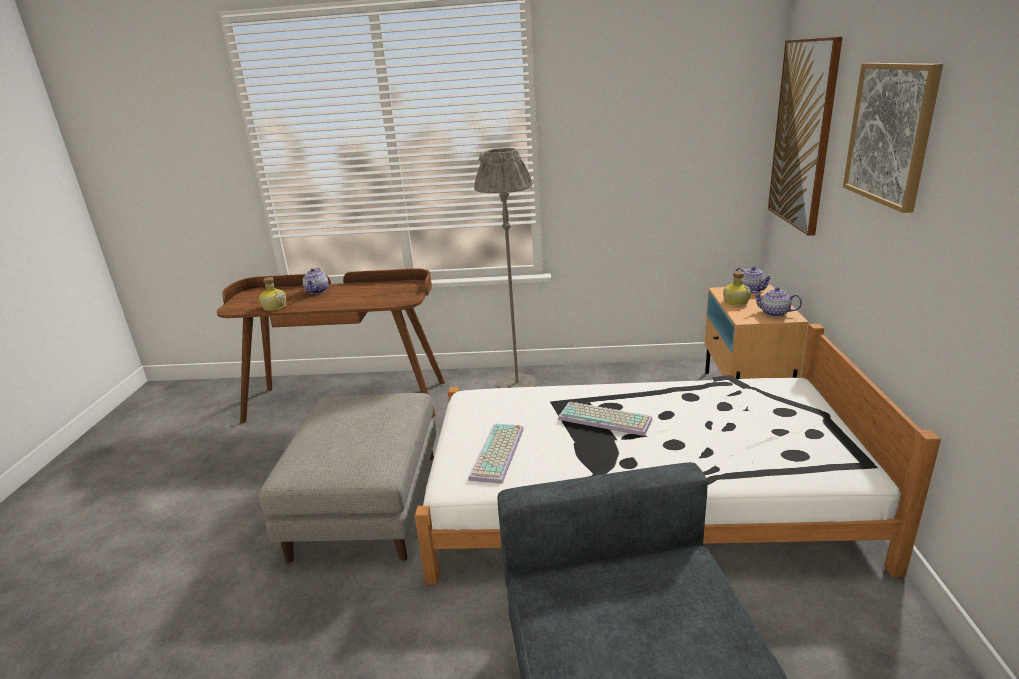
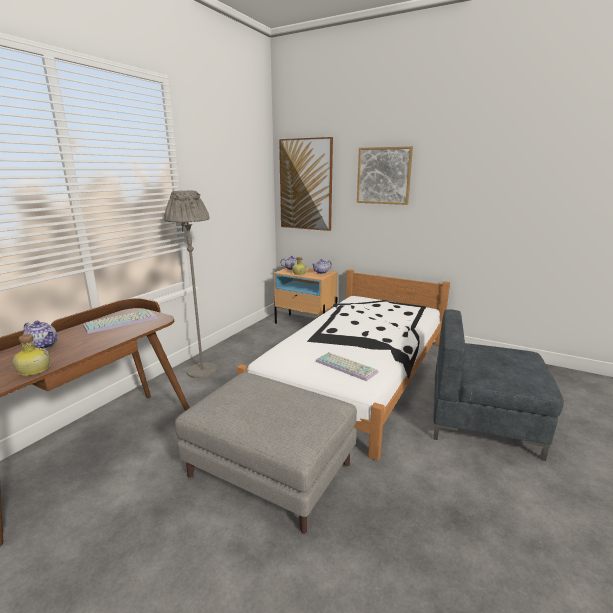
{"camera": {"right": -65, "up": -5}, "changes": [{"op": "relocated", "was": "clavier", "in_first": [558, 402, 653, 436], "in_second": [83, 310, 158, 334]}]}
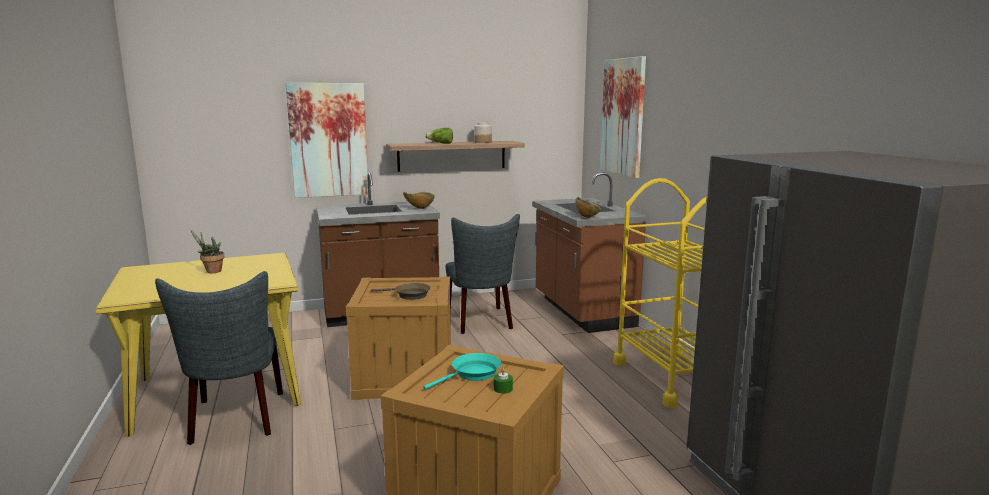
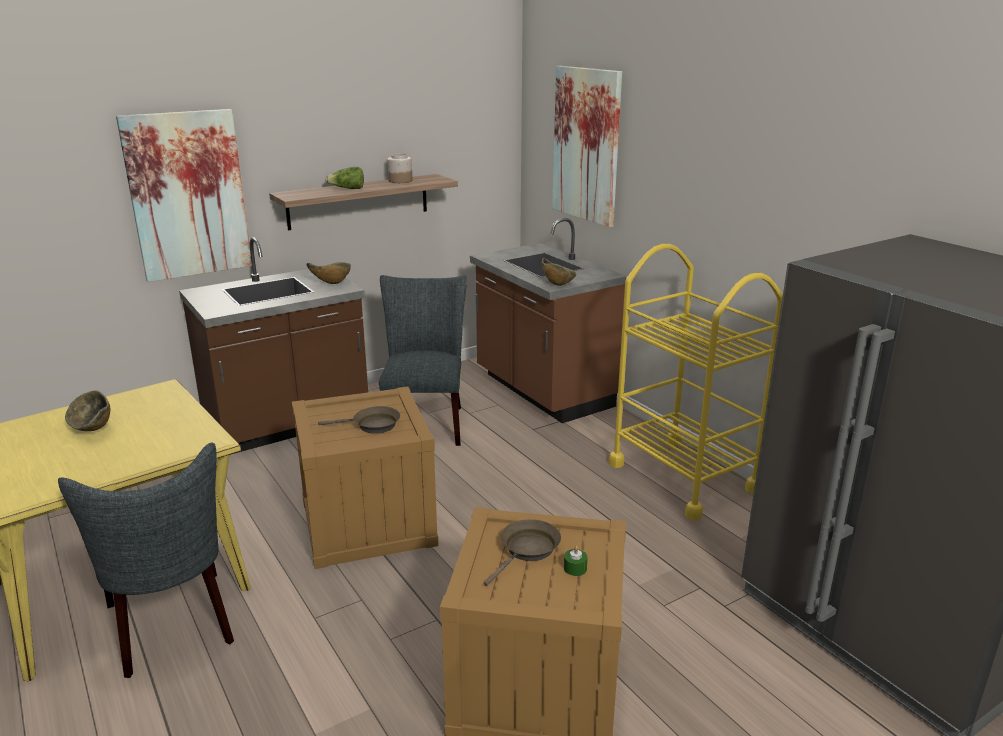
{"camera": {"right": -15, "up": 10}, "changes": [{"op": "exchanged", "was": "plante en pot", "now": "bol", "in_first": [191, 230, 224, 273], "in_second": [65, 390, 111, 431]}, {"op": "colour", "was": "poêle (turquoise)", "now": "poêle (marron)", "in_first": [424, 353, 501, 390], "in_second": [484, 519, 561, 586]}, {"op": "spun", "was": "chaise (gris)", "in_first": [446, 214, 520, 334], "in_second": [379, 275, 467, 446], "clockwise": -150}]}
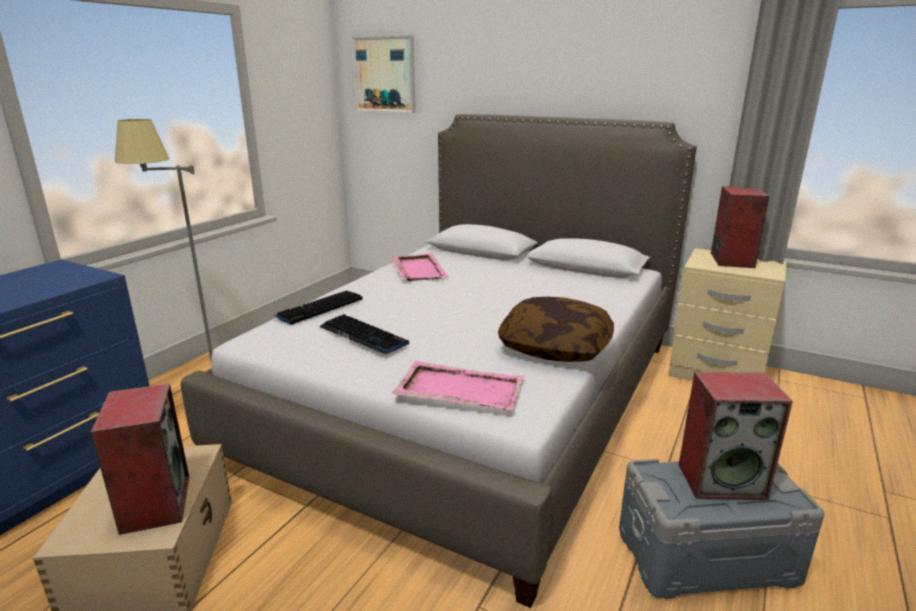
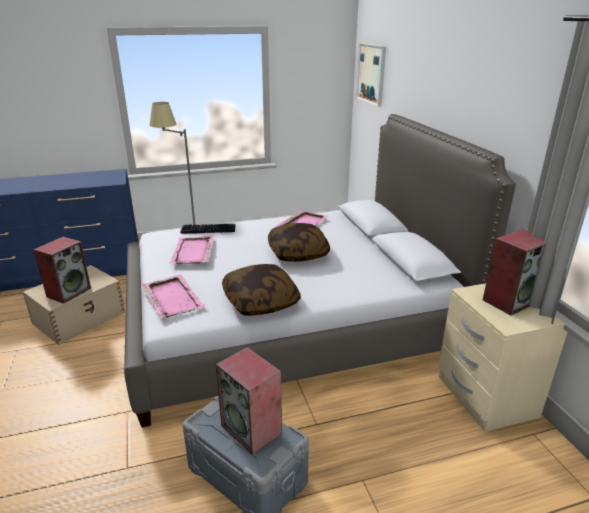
{"camera": {"right": 45, "up": 5}, "changes": [{"op": "exchanged", "was": "clavier", "now": "plateau (rose)", "in_first": [320, 314, 409, 354], "in_second": [170, 236, 214, 263]}, {"op": "appeared", "now": "coussin", "in_second": [268, 223, 330, 262]}]}
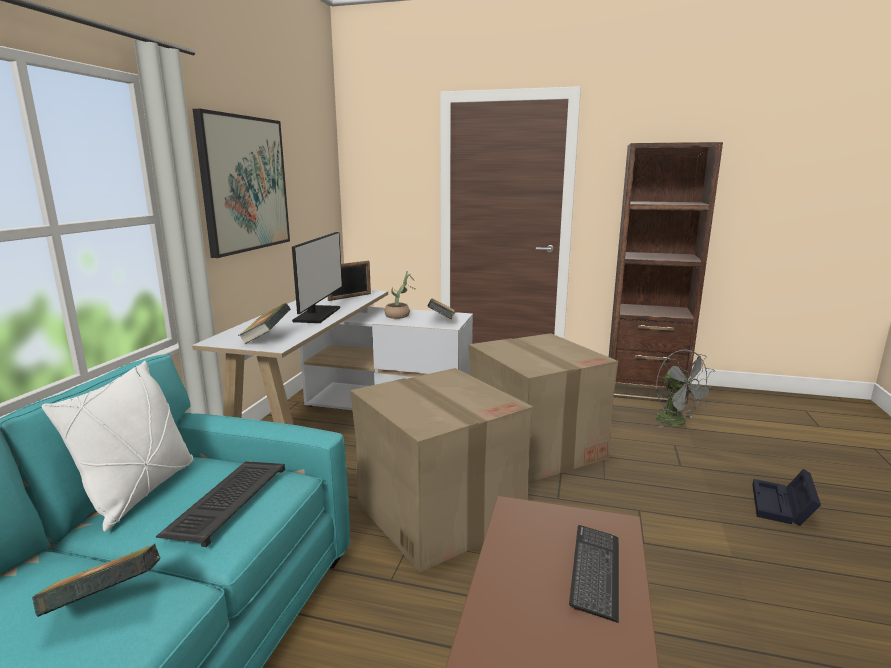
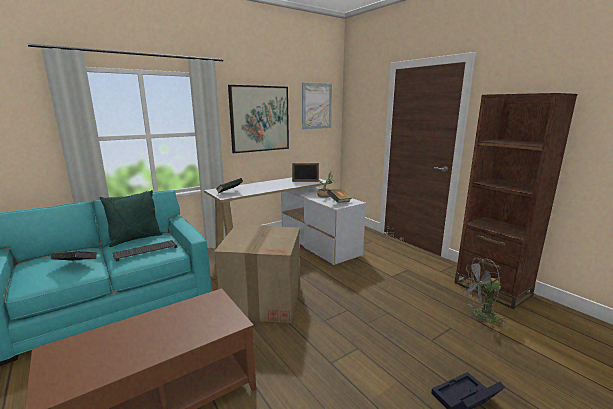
{"camera": {"right": 40, "up": 0}, "changes": [{"op": "colour", "was": "coussin (blanc)", "now": "coussin (vert)", "in_first": [42, 361, 194, 532], "in_second": [100, 190, 162, 247]}, {"op": "missing", "was": "écran d'ordinateur", "in_first": [292, 232, 342, 323]}, {"op": "missing", "was": "carton", "in_first": [469, 333, 618, 483]}, {"op": "missing", "was": "clavier", "in_first": [569, 525, 619, 623]}, {"op": "spun", "was": "ventilateur (gris)", "in_first": [656, 349, 715, 428], "in_second": [462, 258, 508, 328], "clockwise": 75}, {"op": "appeared", "now": "tableau", "in_second": [302, 83, 332, 129]}]}
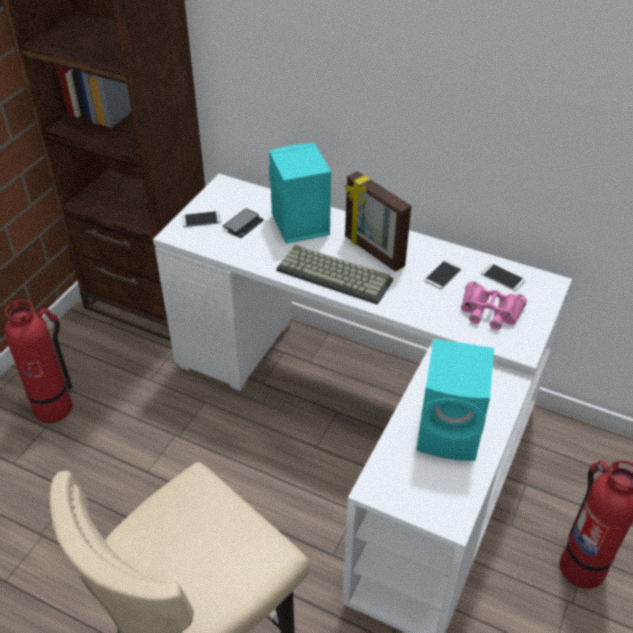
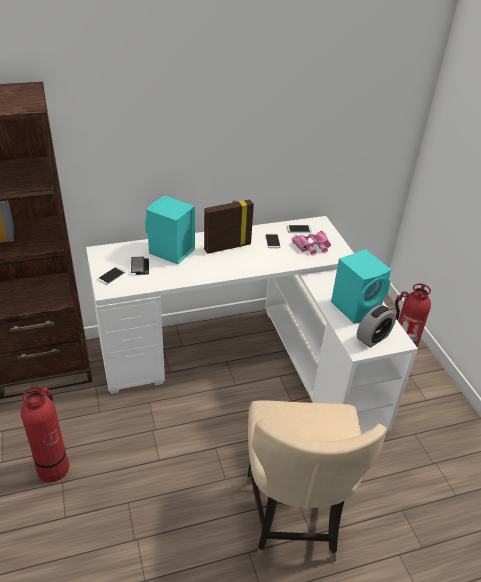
{"camera": {"right": -45, "up": -5}, "changes": [{"op": "missing", "was": "clavier", "in_first": [276, 245, 393, 305]}, {"op": "spun", "was": "cadre photo", "in_first": [345, 171, 411, 272], "in_second": [204, 200, 254, 254], "clockwise": 150}, {"op": "appeared", "now": "réveil", "in_second": [357, 305, 396, 348]}]}
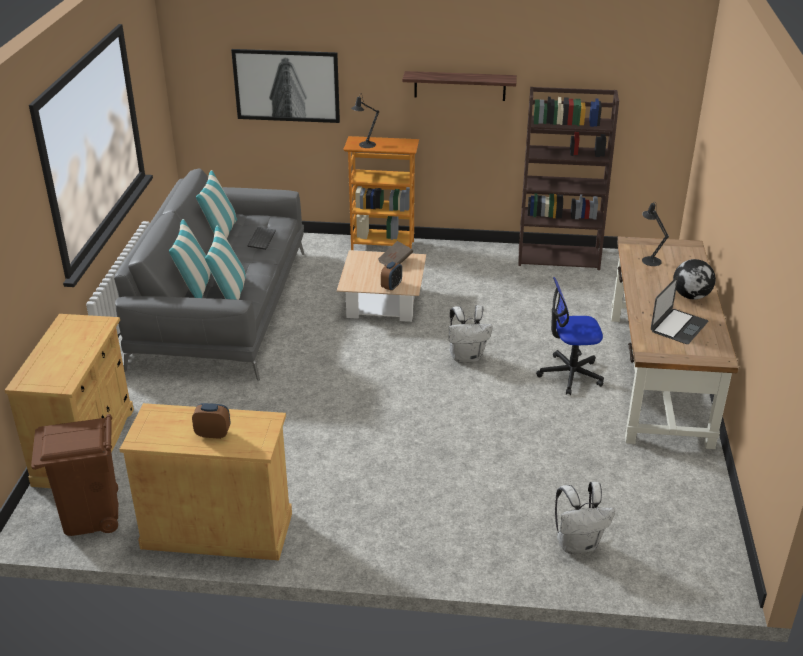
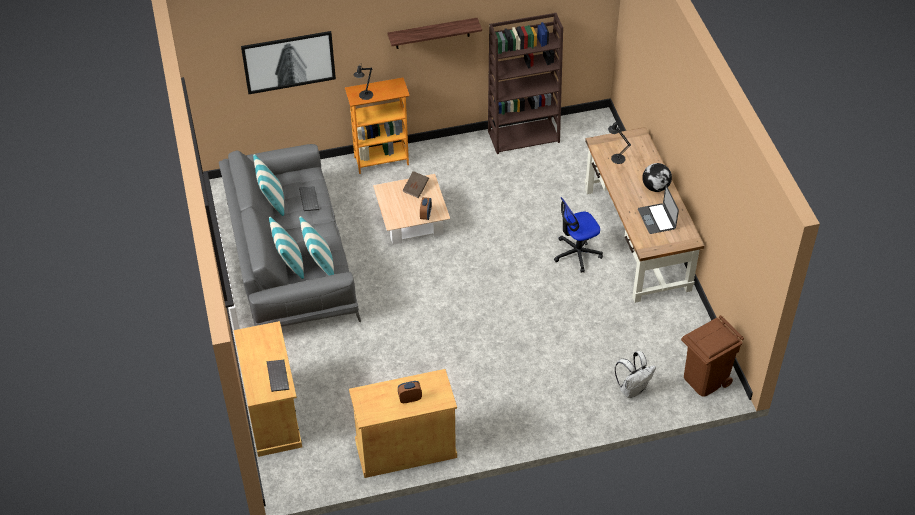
{"camera": {"right": -20, "up": 15}, "changes": [{"op": "relocated", "was": "poubelle (marron)", "in_first": [31, 414, 118, 536], "in_second": [681, 315, 744, 397]}, {"op": "missing", "was": "sac à dos (blanc)", "in_first": [449, 305, 493, 363]}, {"op": "spun", "was": "ordinateur portable", "in_first": [651, 276, 708, 344], "in_second": [638, 185, 679, 234], "clockwise": 150}, {"op": "appeared", "now": "clavier", "in_second": [267, 360, 289, 392]}]}
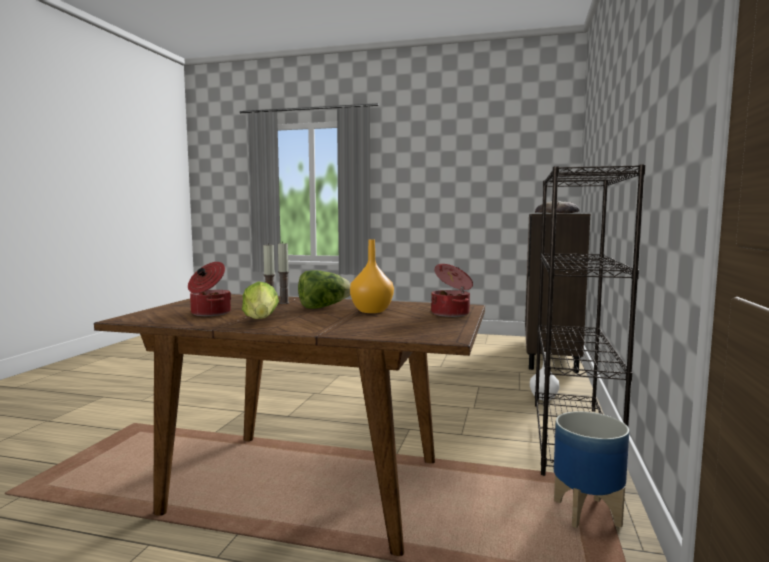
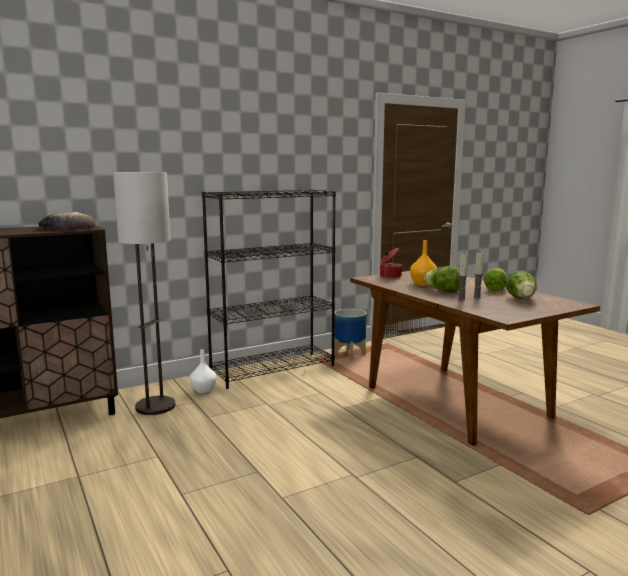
{"camera": {"right": -135, "up": 5}, "changes": [{"op": "exchanged", "was": "marmite", "now": "laitue", "in_first": [188, 262, 231, 316], "in_second": [506, 271, 537, 299]}, {"op": "appeared", "now": "lampadaire", "in_second": [113, 172, 175, 415]}]}
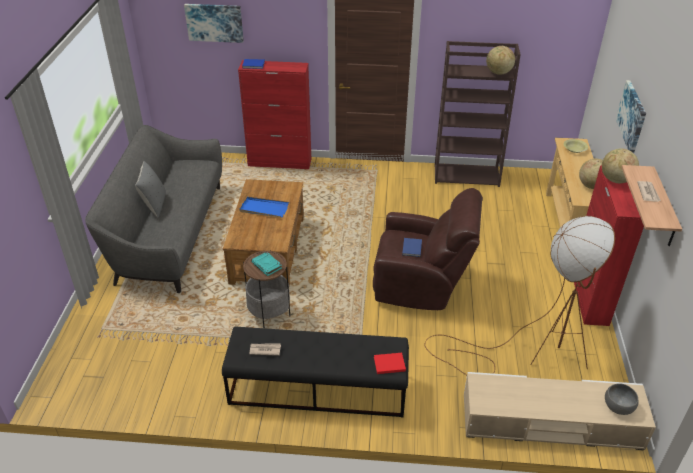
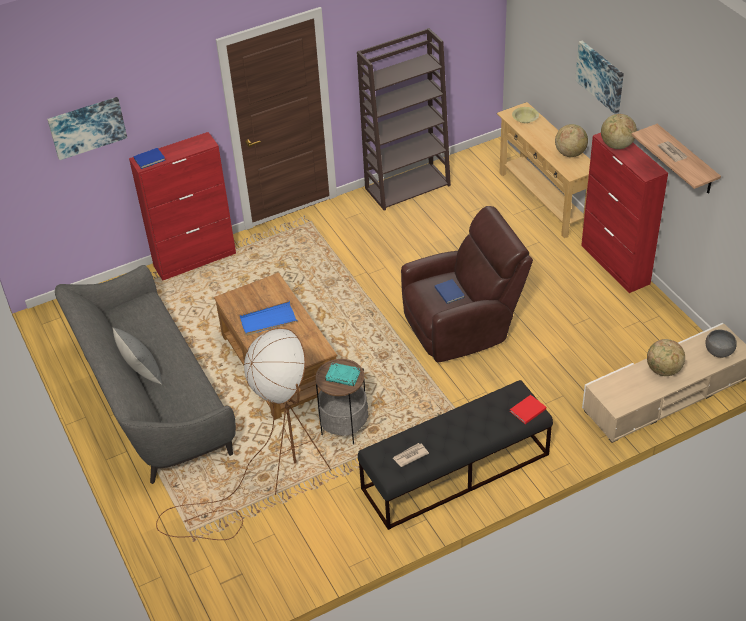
{"camera": {"right": -30, "up": 5}, "changes": [{"op": "relocated", "was": "lampadaire (marron)", "in_first": [424, 216, 615, 375], "in_second": [156, 328, 332, 540]}, {"op": "relocated", "was": "globe", "in_first": [486, 46, 515, 75], "in_second": [647, 339, 685, 376]}]}
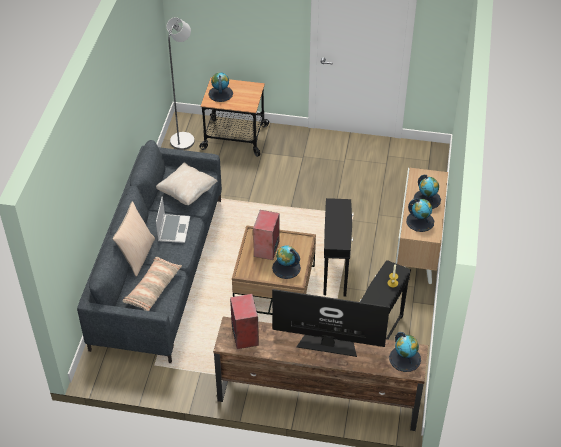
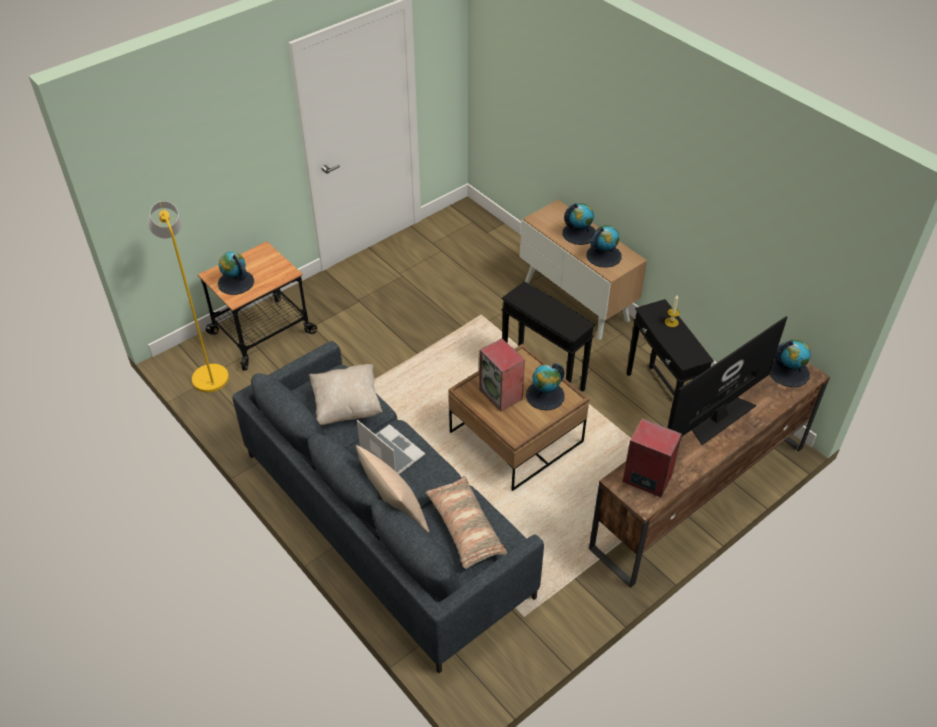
{"camera": {"right": -50, "up": 0}, "changes": [{"op": "colour", "was": "lampadaire (gris)", "now": "lampadaire (jaune)", "in_first": [167, 17, 195, 150], "in_second": [148, 201, 229, 392]}]}
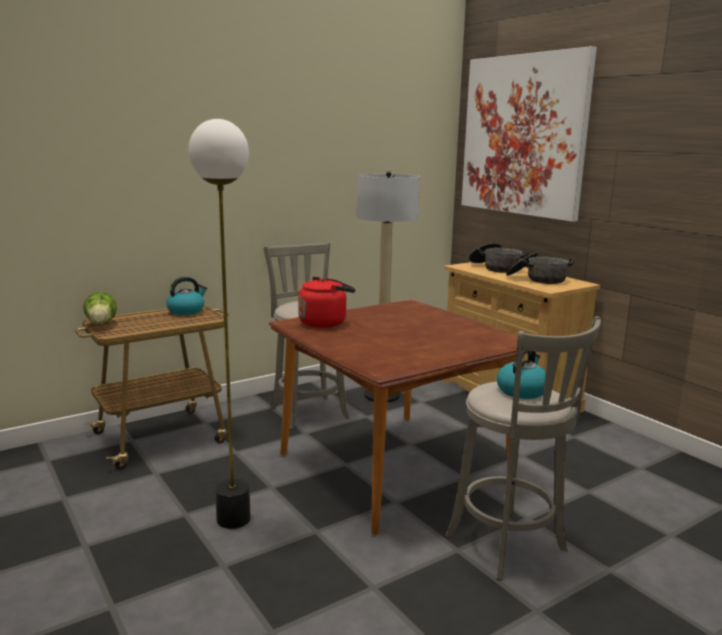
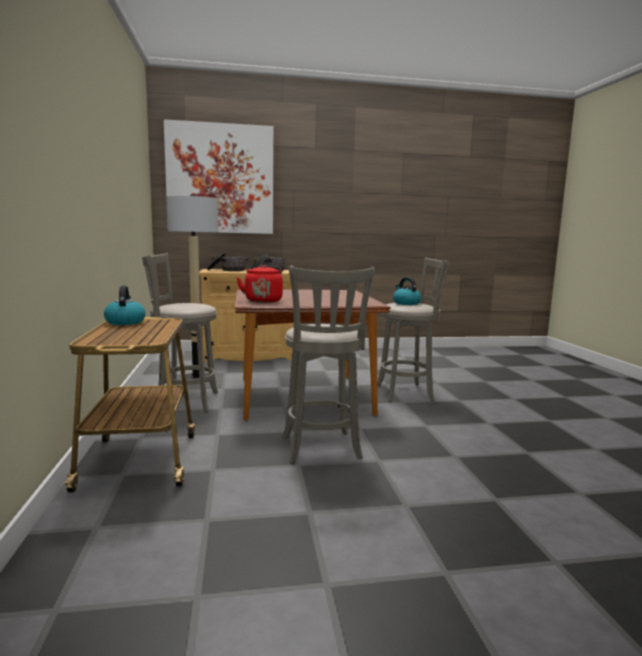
{"camera": {"right": -65, "up": -5}, "changes": [{"op": "missing", "was": "laitue", "in_first": [83, 292, 117, 324]}, {"op": "exchanged", "was": "lampadaire", "now": "tabouret (gris)", "in_first": [189, 119, 251, 529], "in_second": [283, 266, 375, 464]}]}
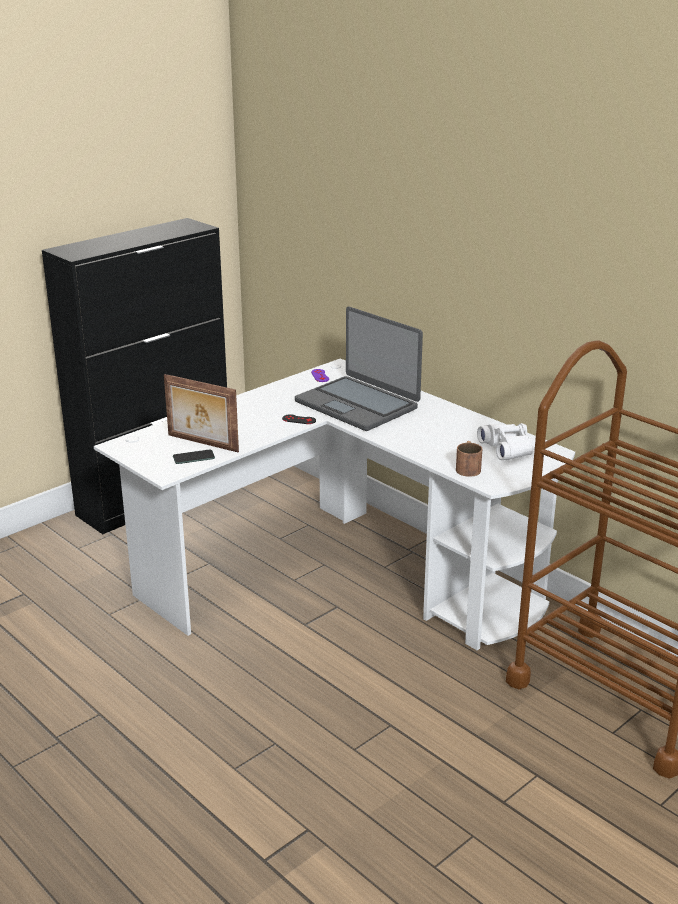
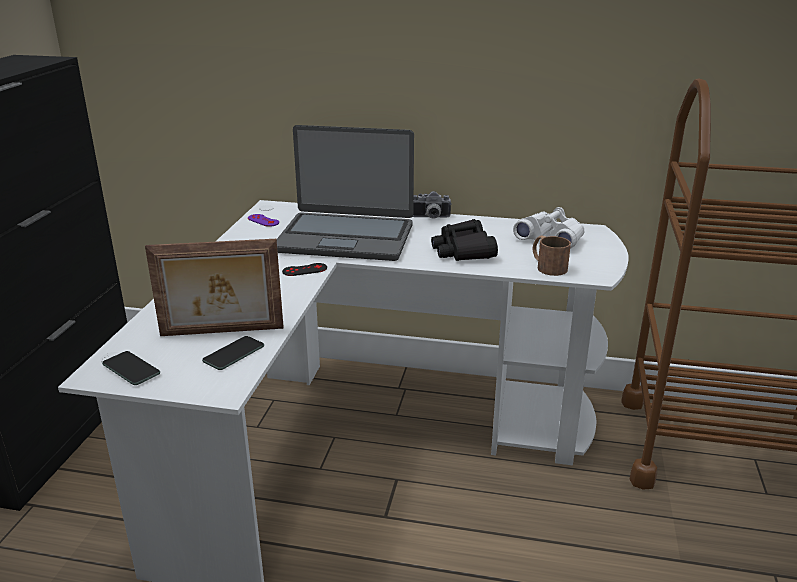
{"camera": {"right": -35, "up": 0}, "changes": [{"op": "appeared", "now": "téléphone", "in_second": [102, 351, 160, 385]}, {"op": "appeared", "now": "appareil photo", "in_second": [412, 191, 452, 219]}, {"op": "appeared", "now": "jumelles (noir)", "in_second": [431, 219, 498, 261]}]}
